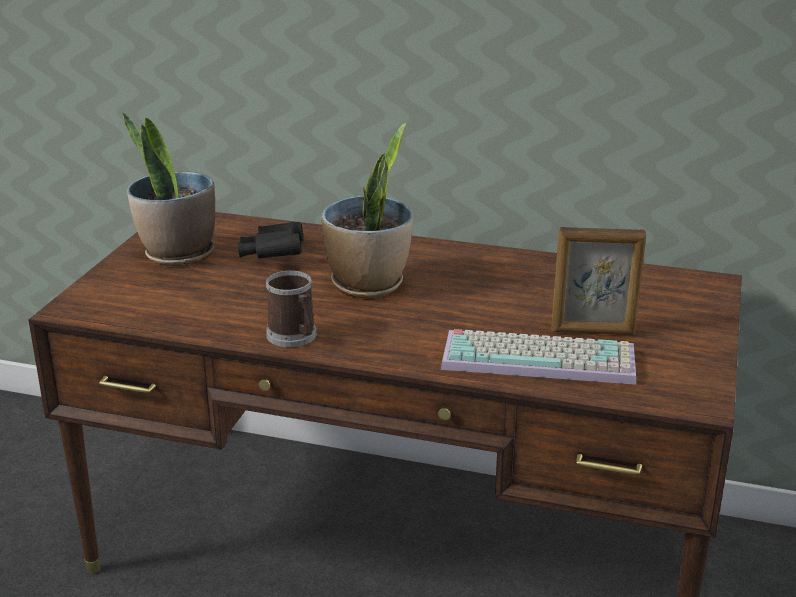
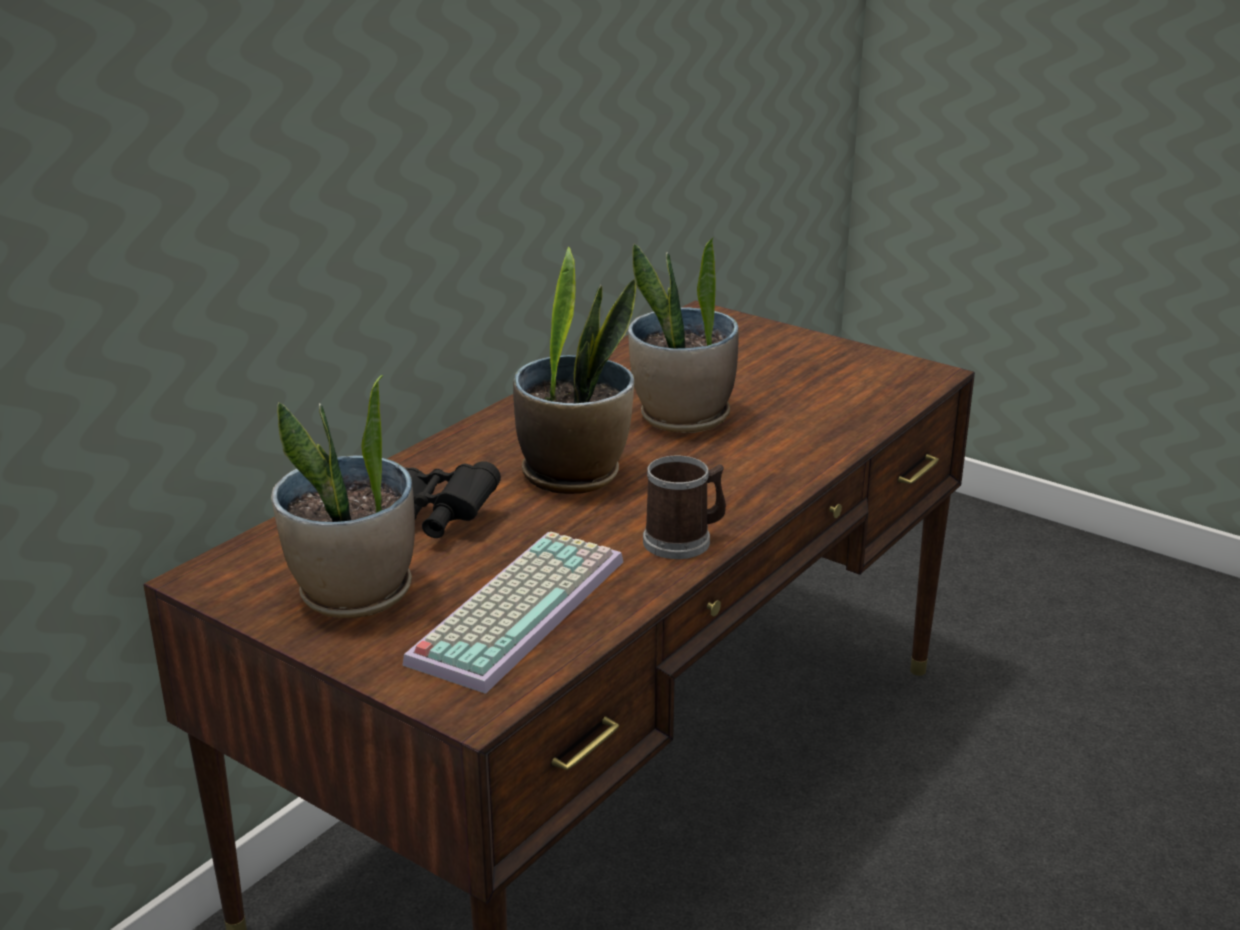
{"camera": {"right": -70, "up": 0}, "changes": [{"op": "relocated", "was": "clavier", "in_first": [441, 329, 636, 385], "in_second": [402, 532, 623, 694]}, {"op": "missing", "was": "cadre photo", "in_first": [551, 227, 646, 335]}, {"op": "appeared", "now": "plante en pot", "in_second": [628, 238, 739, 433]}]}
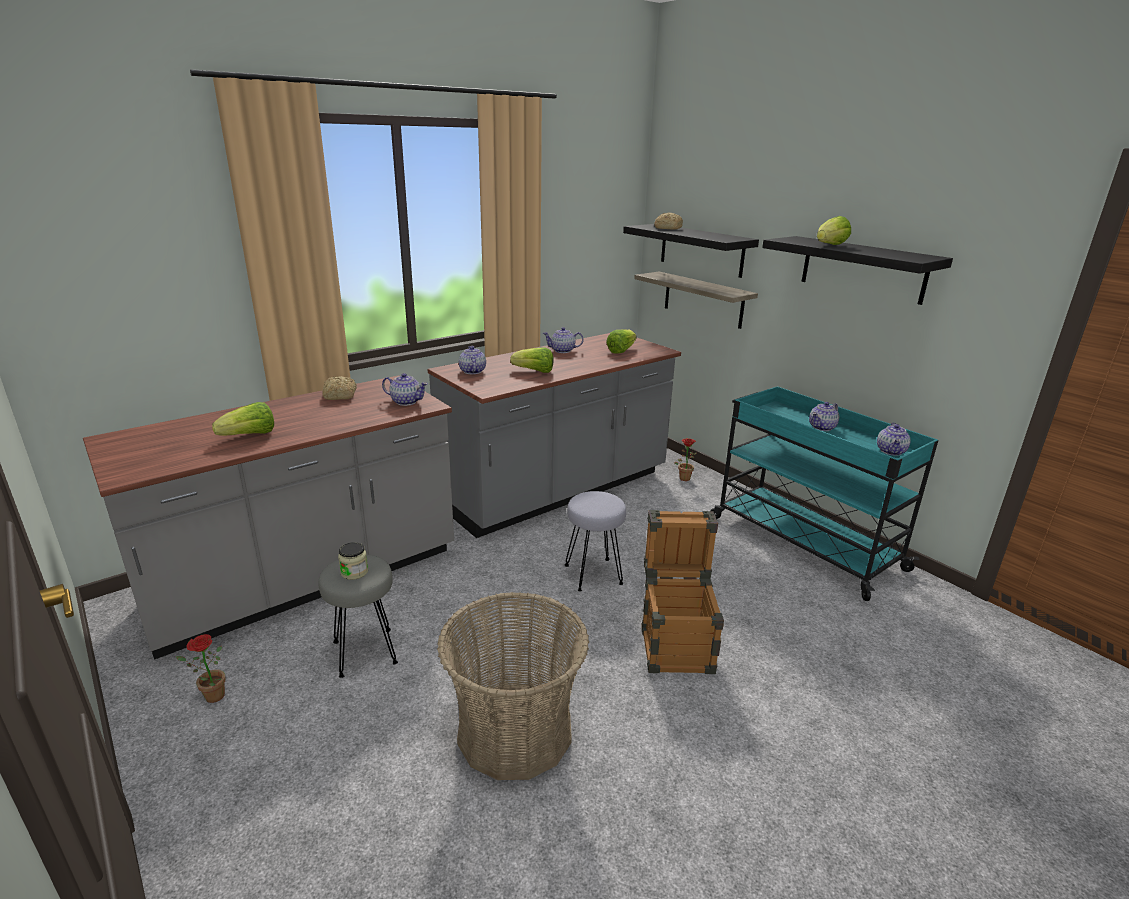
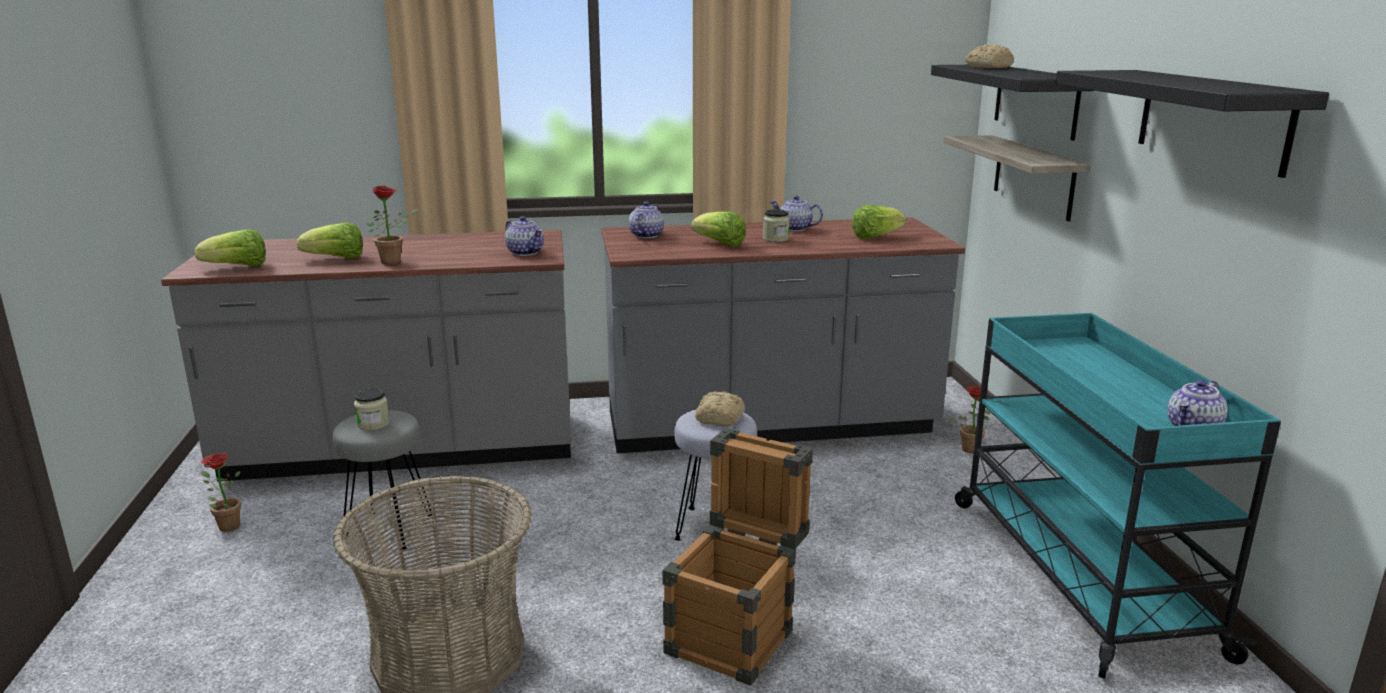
{"camera": {"right": 30, "up": -5}, "changes": [{"op": "relocated", "was": "pain", "in_first": [322, 376, 357, 400], "in_second": [695, 391, 745, 427]}, {"op": "missing", "was": "théière", "in_first": [809, 402, 839, 431]}, {"op": "relocated", "was": "laitue", "in_first": [817, 216, 851, 245], "in_second": [195, 229, 266, 266]}, {"op": "appeared", "now": "plante en pot", "in_second": [367, 186, 418, 265]}, {"op": "appeared", "now": "bocal", "in_second": [763, 209, 790, 242]}]}
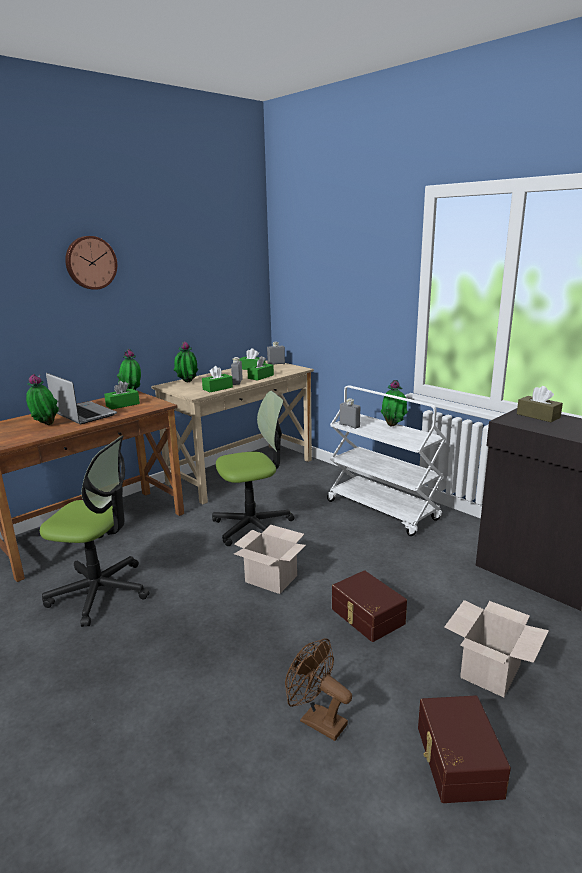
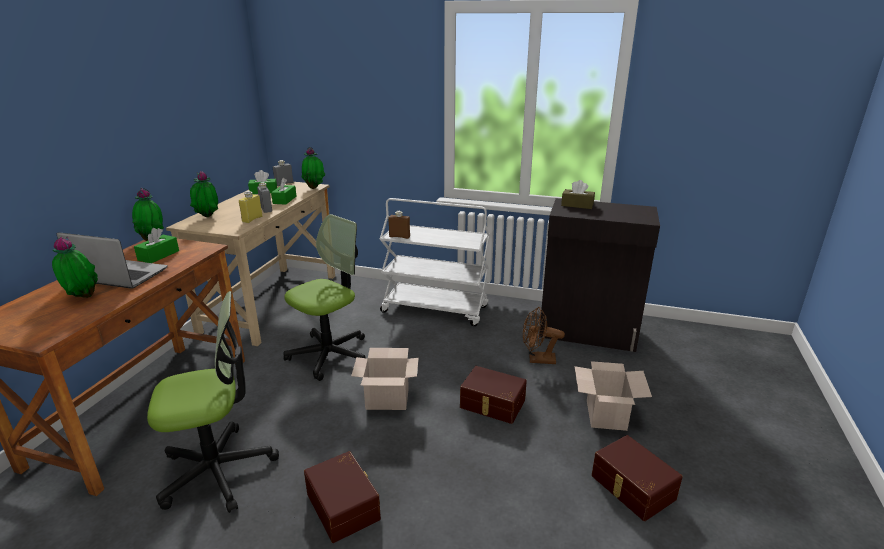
{"camera": {"right": -30, "up": 5}, "changes": [{"op": "missing", "was": "horloge murale", "in_first": [65, 236, 117, 290]}, {"op": "exchanged", "was": "boîte à mouchoirs (vert)", "now": "bouteille (jaune)", "in_first": [202, 366, 233, 392], "in_second": [239, 191, 262, 223]}, {"op": "relocated", "was": "ventilateur (marron)", "in_first": [285, 638, 352, 741], "in_second": [523, 307, 565, 364]}, {"op": "colour", "was": "bouteille (gris)", "now": "bouteille (marron)", "in_first": [339, 398, 360, 429], "in_second": [388, 211, 410, 239]}, {"op": "relocated", "was": "plante en pot", "in_first": [381, 380, 408, 426], "in_second": [302, 147, 325, 189]}, {"op": "appeared", "now": "boîte de rangement (marron)", "in_second": [304, 451, 381, 543]}]}
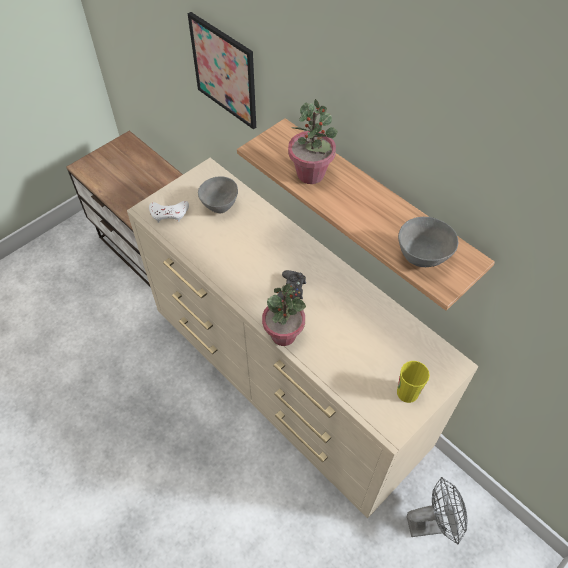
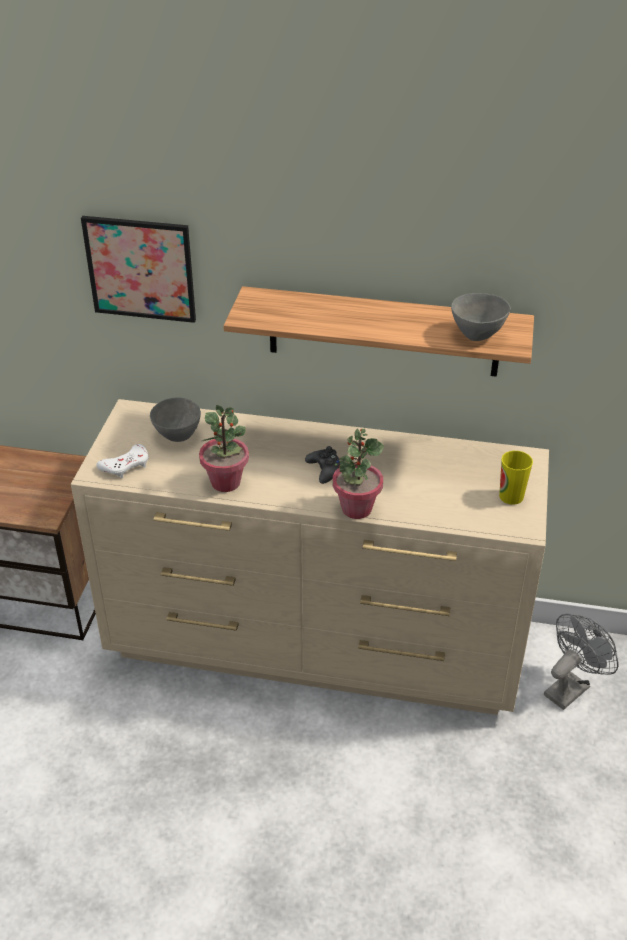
{"camera": {"right": -35, "up": -15}, "changes": [{"op": "relocated", "was": "plante en pot", "in_first": [288, 99, 338, 184], "in_second": [199, 405, 249, 492]}]}
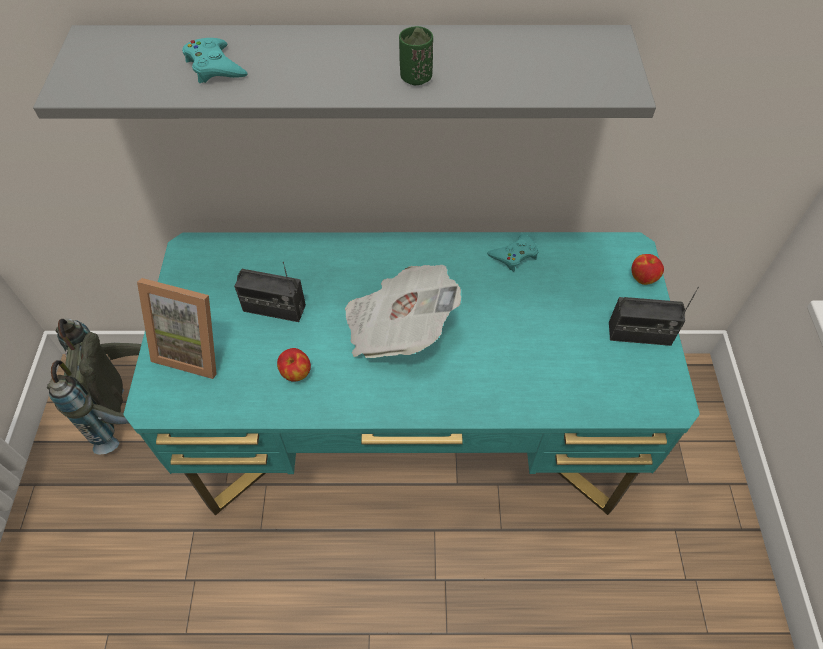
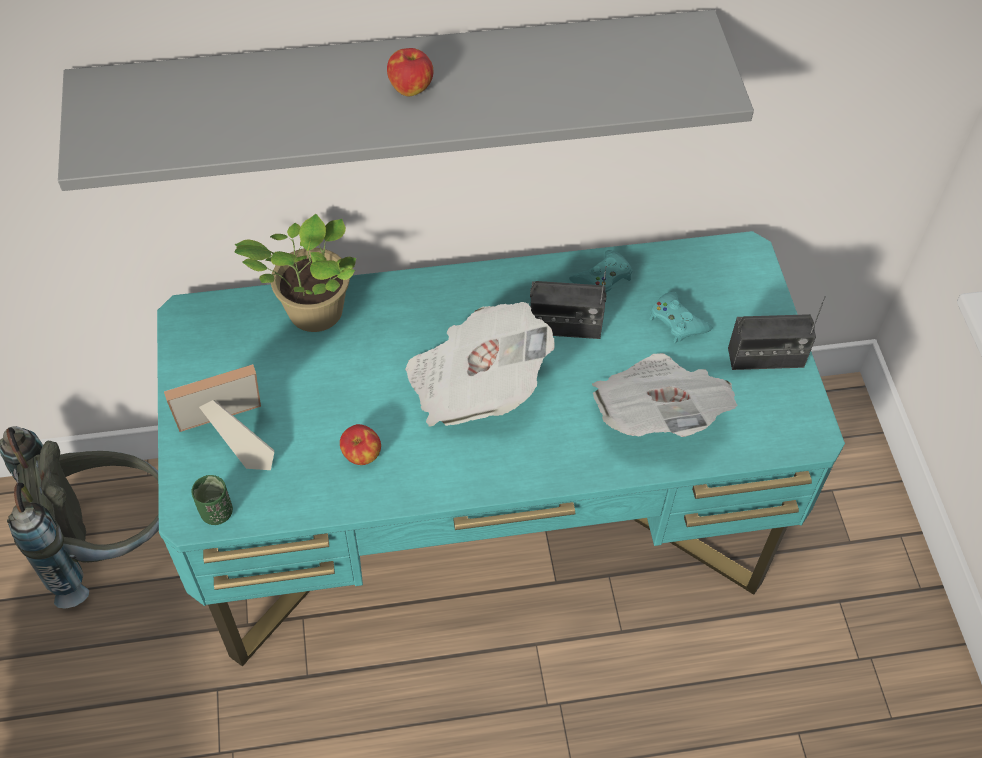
{"camera": {"right": -10, "up": 0}, "changes": [{"op": "spun", "was": "cadre photo", "in_first": [137, 278, 217, 379], "in_second": [164, 364, 274, 470], "clockwise": 150}, {"op": "relocated", "was": "manette (turquoise)", "in_first": [182, 38, 248, 83], "in_second": [649, 292, 713, 343]}, {"op": "relocated", "was": "radio", "in_first": [234, 262, 306, 322], "in_second": [530, 266, 607, 339]}, {"op": "relocated", "was": "tasse (vert)", "in_first": [399, 26, 433, 85], "in_second": [191, 475, 233, 525]}, {"op": "relocated", "was": "pomme", "in_first": [631, 254, 664, 285], "in_second": [387, 48, 434, 96]}, {"op": "appeared", "now": "plante en pot", "in_second": [235, 214, 356, 332]}, {"op": "appeared", "now": "journal", "in_second": [592, 353, 738, 437]}]}
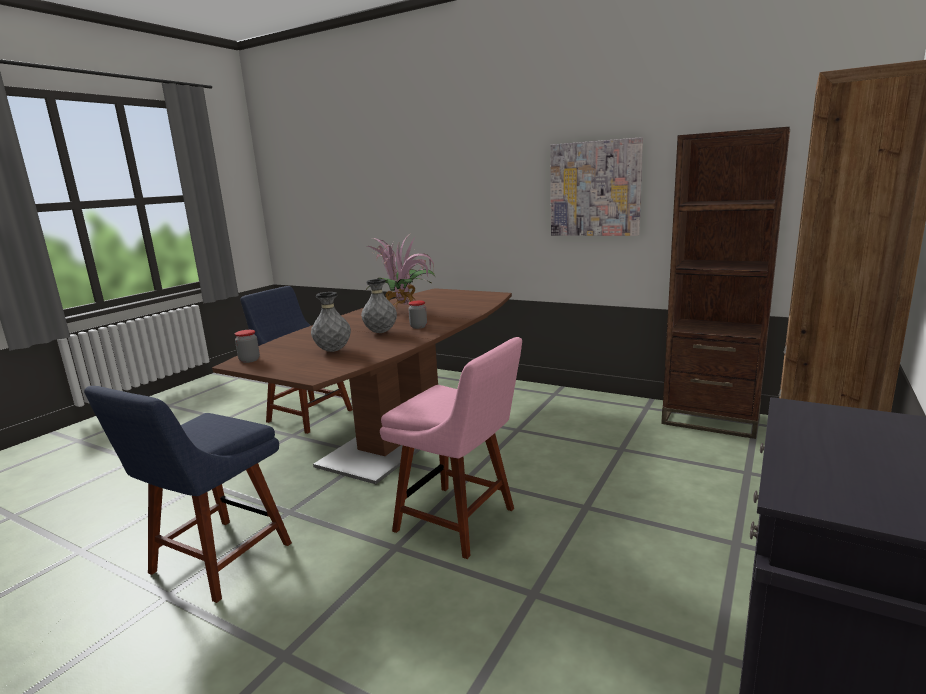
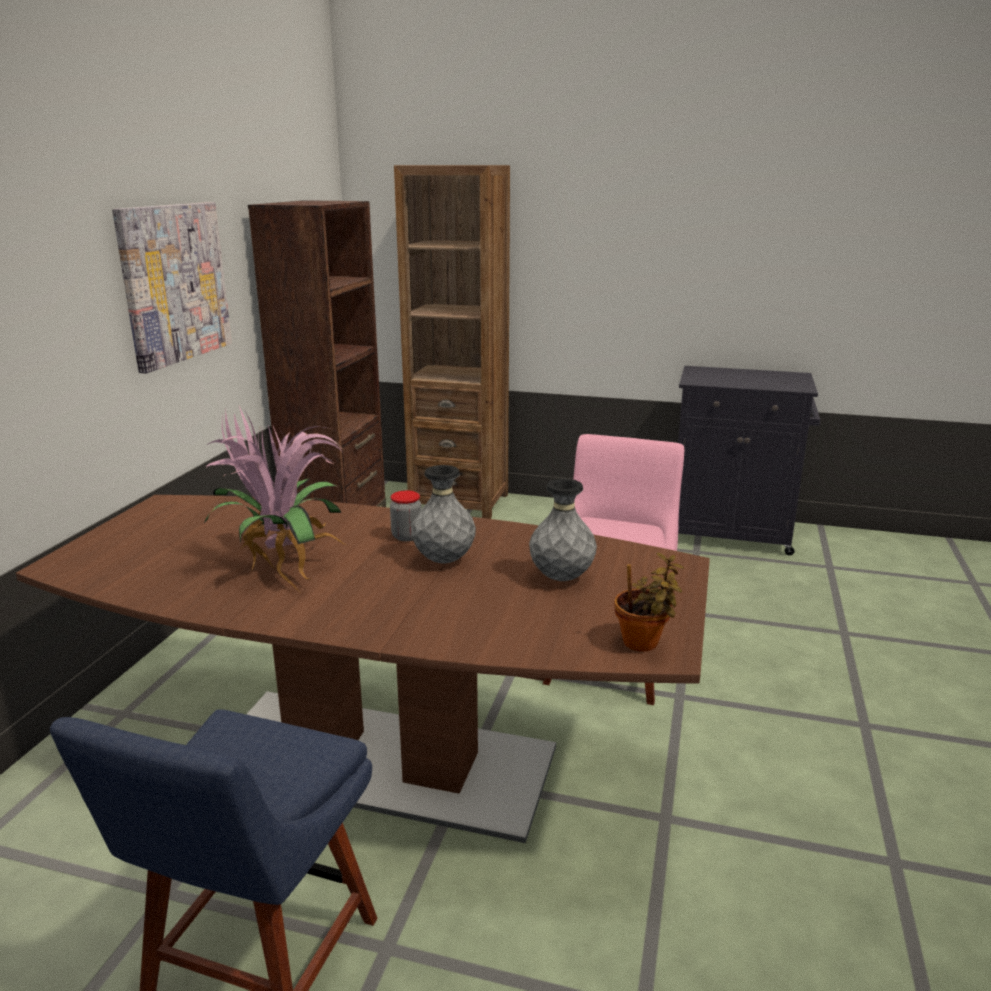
{"camera": {"right": -105, "up": 5}, "changes": [{"op": "missing", "was": "chaise (bleu)", "in_first": [84, 386, 292, 603]}, {"op": "exchanged", "was": "bocal", "now": "plante en pot", "in_first": [235, 330, 260, 363], "in_second": [615, 552, 684, 652]}]}
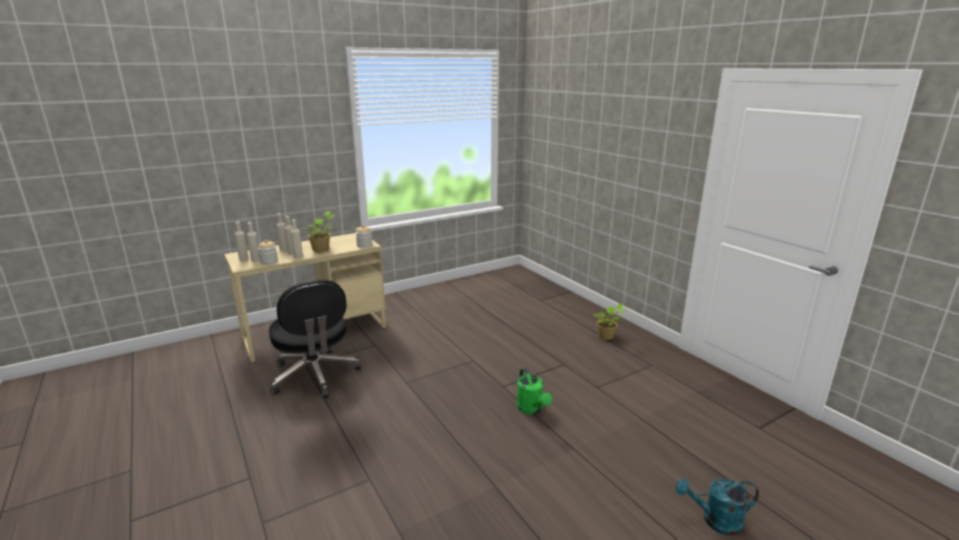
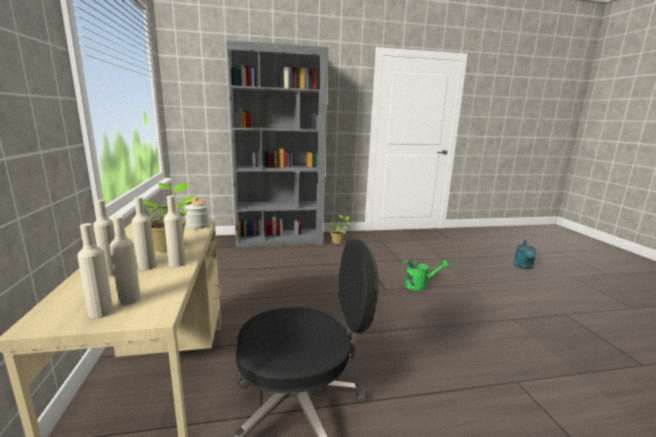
{"camera": {"right": -70, "up": -5}, "changes": [{"op": "missing", "was": "bocal", "in_first": [258, 240, 278, 265]}, {"op": "appeared", "now": "bibliothèque (gris)", "in_second": [226, 40, 328, 247]}]}
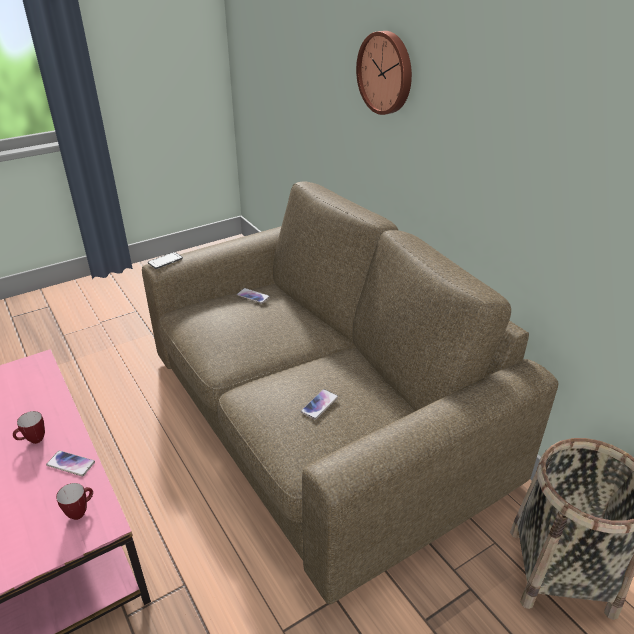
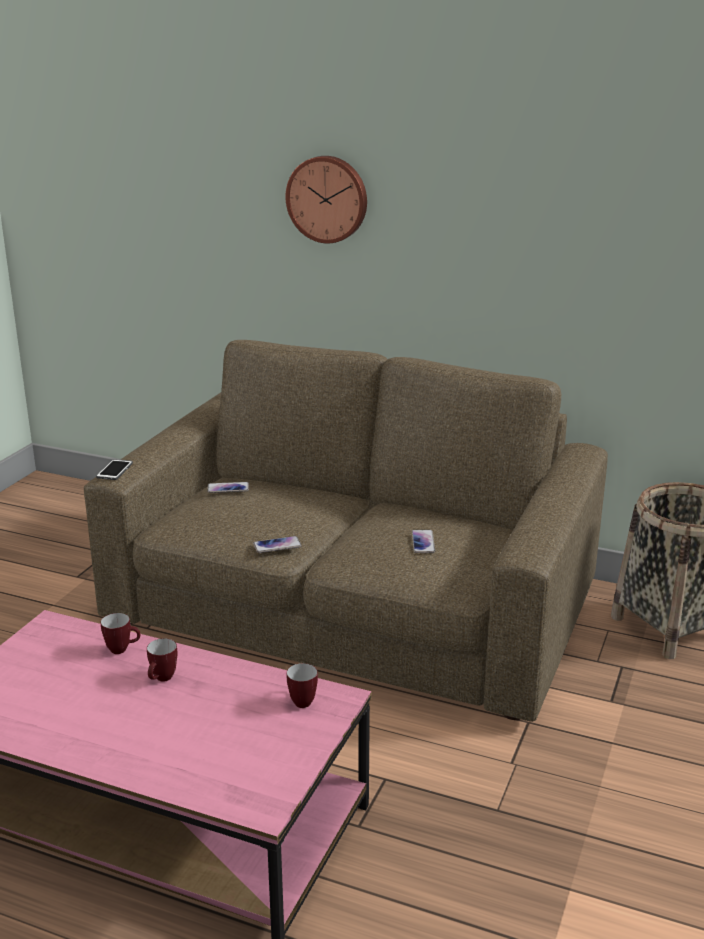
{"camera": {"right": -35, "up": -10}, "changes": [{"op": "relocated", "was": "téléphone", "in_first": [46, 451, 95, 476], "in_second": [253, 536, 302, 553]}, {"op": "appeared", "now": "mug", "in_second": [101, 613, 140, 654]}]}
